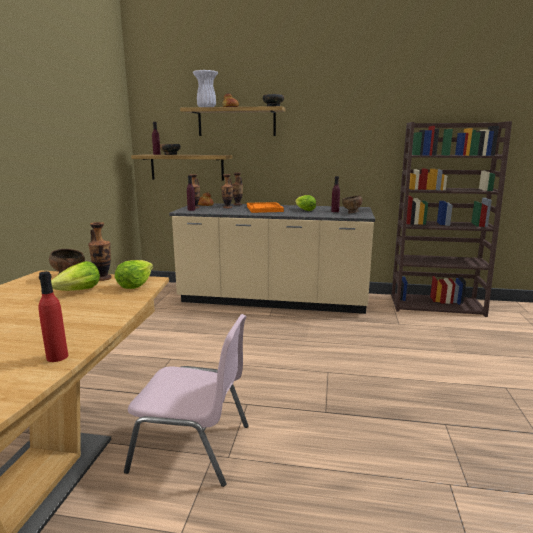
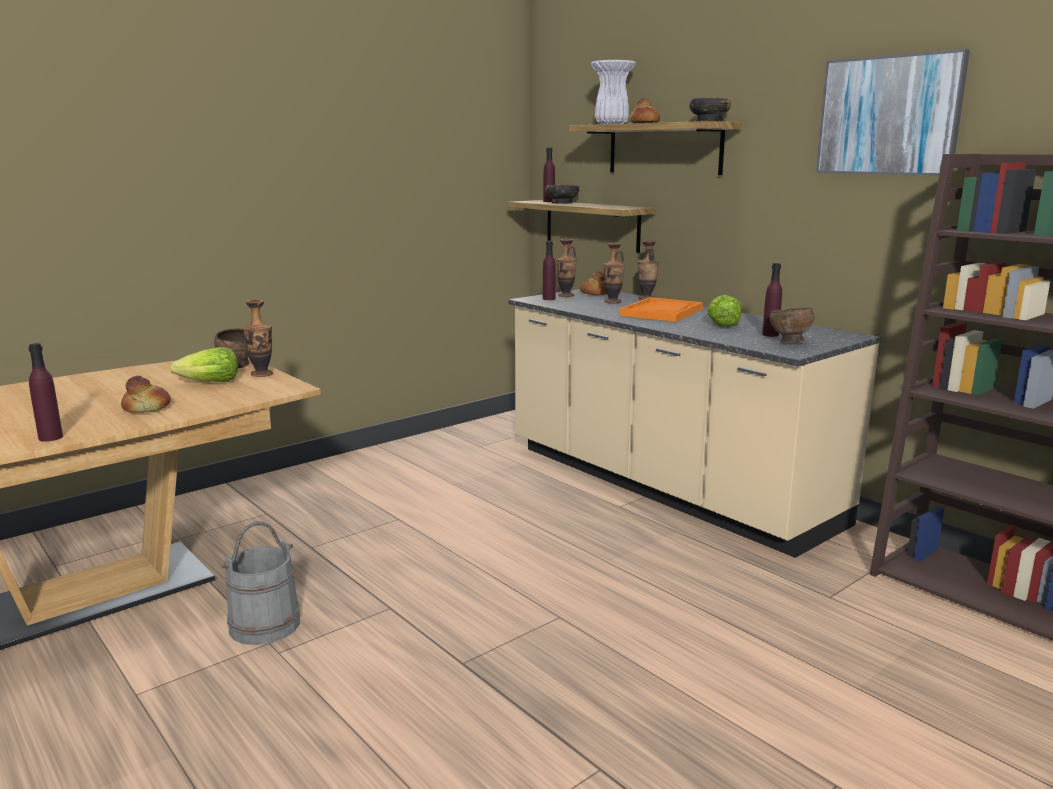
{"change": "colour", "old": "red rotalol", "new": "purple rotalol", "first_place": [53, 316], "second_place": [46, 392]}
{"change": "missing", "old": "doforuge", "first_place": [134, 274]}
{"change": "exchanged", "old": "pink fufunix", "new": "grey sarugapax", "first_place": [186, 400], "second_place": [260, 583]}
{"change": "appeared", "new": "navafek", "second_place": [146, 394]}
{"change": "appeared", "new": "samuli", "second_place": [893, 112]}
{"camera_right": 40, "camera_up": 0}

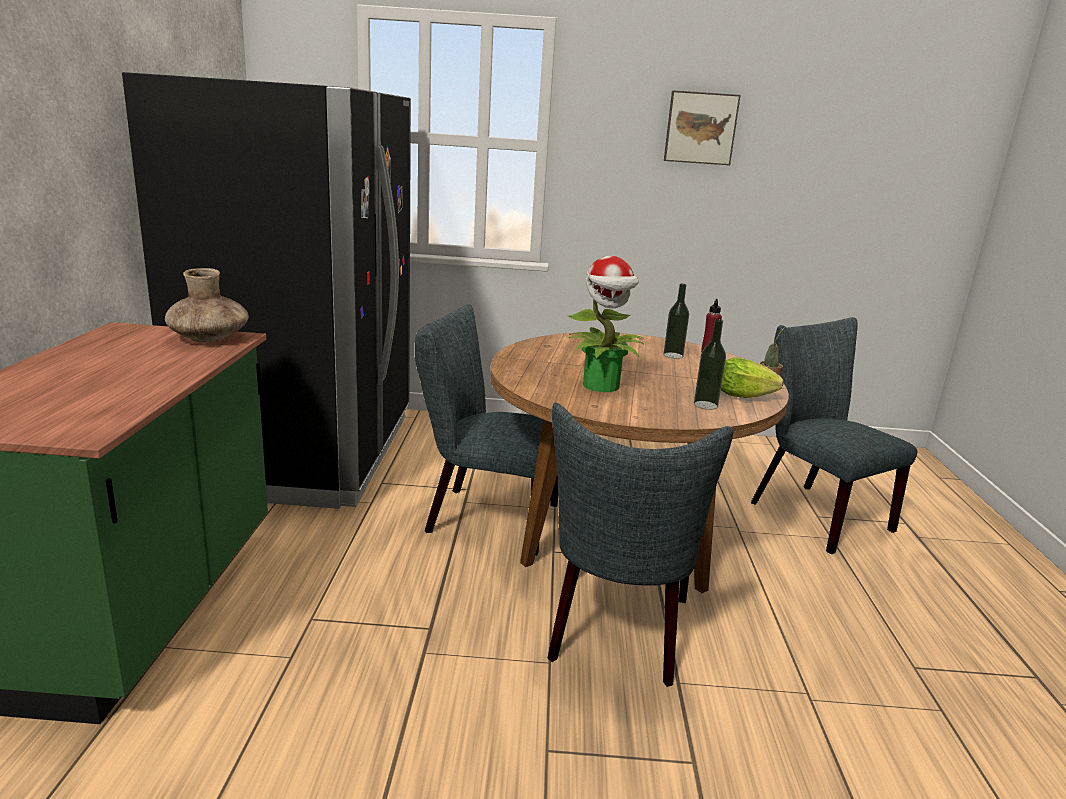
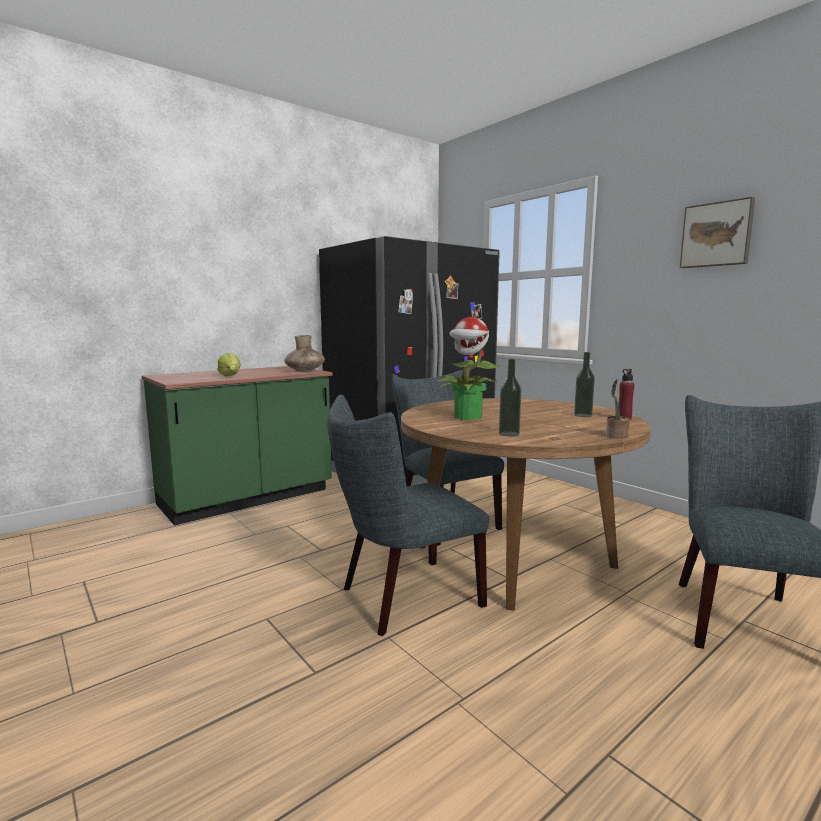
{"change": "relocated", "old": "doforuge", "first_place": [752, 377], "second_place": [229, 364]}
{"camera_right": 50, "camera_up": -10}

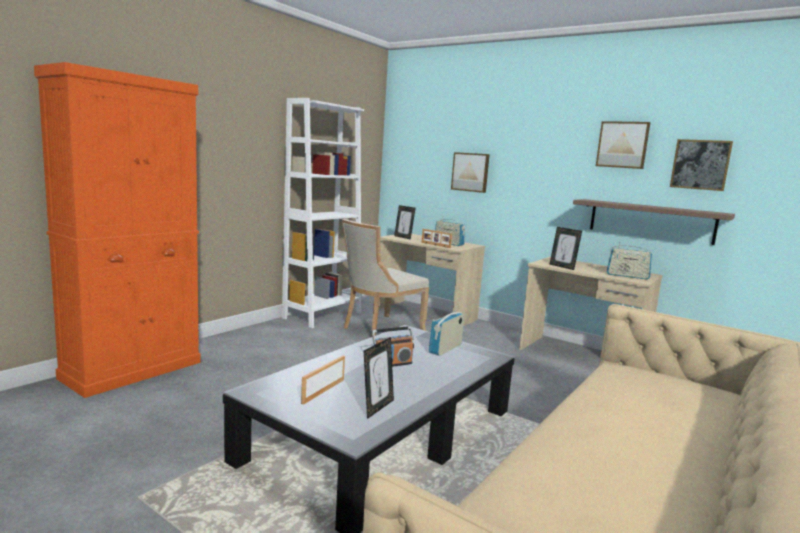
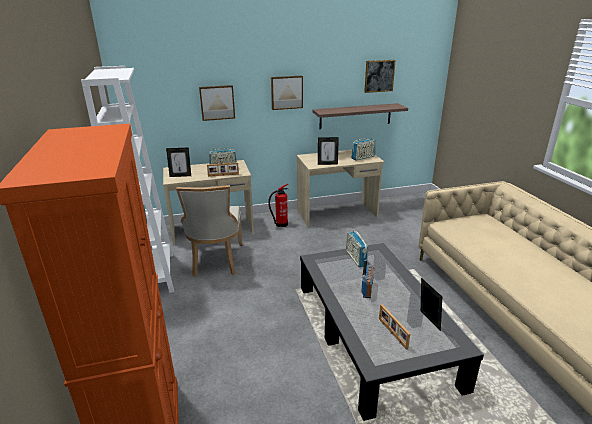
{"change": "relocated", "old": "samuli", "first_place": [623, 145], "second_place": [287, 93]}
{"change": "appeared", "new": "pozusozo", "second_place": [278, 205]}
{"camera_right": -50, "camera_up": 15}

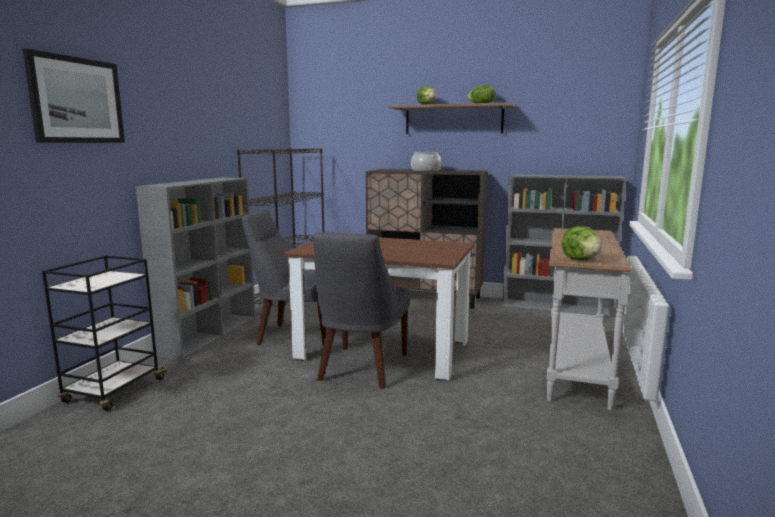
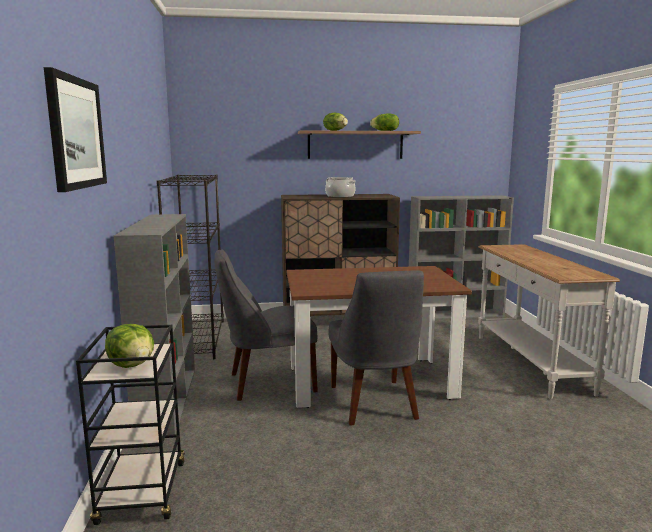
{"change": "relocated", "old": "doforuge", "first_place": [581, 243], "second_place": [129, 346]}
{"camera_right": -25, "camera_up": 0}

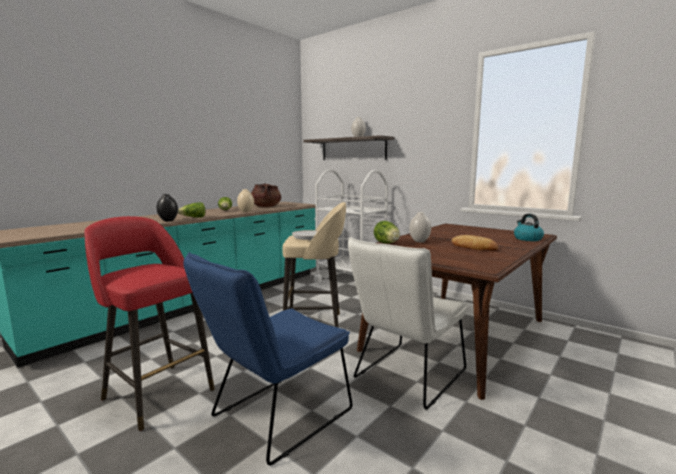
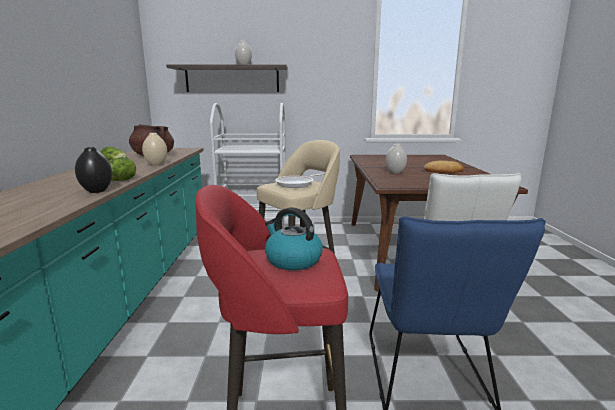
{"change": "missing", "old": "doforuge", "first_place": [387, 232]}
{"change": "relocated", "old": "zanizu", "first_place": [529, 227], "second_place": [294, 238]}
{"camera_right": -40, "camera_up": 5}

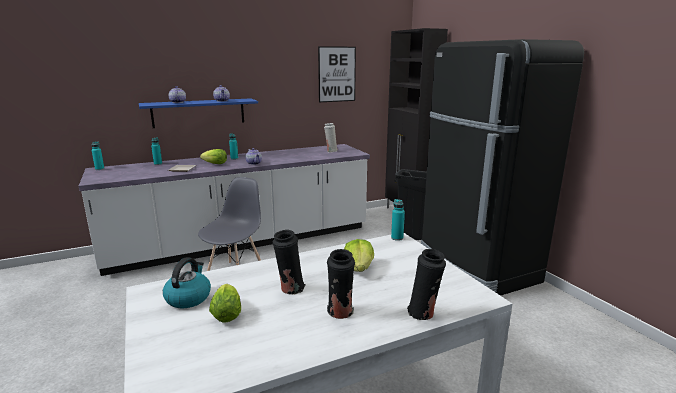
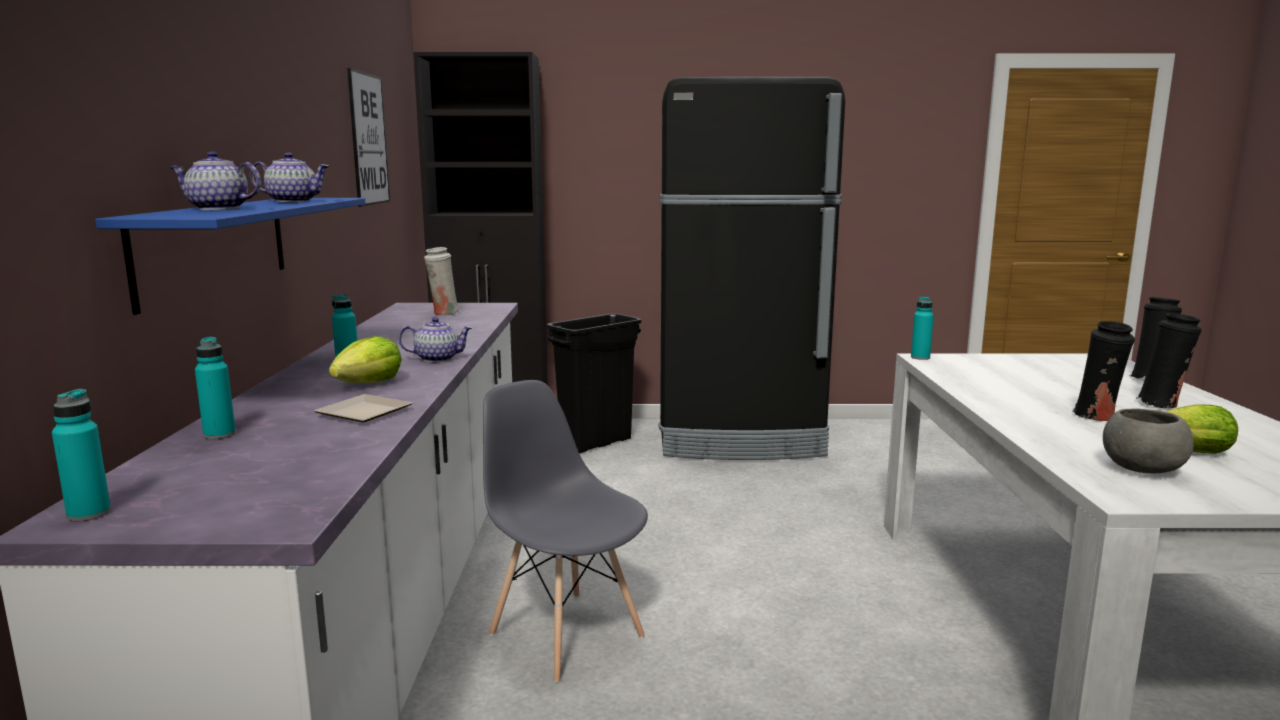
{"change": "exchanged", "old": "zanizu", "new": "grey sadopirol", "first_place": [187, 282], "second_place": [1148, 440]}
{"change": "missing", "old": "doforuge", "first_place": [359, 255]}
{"camera_right": -65, "camera_up": -5}

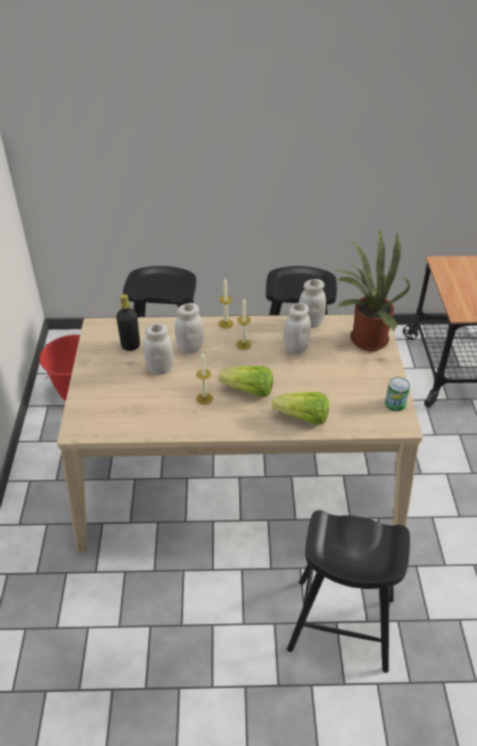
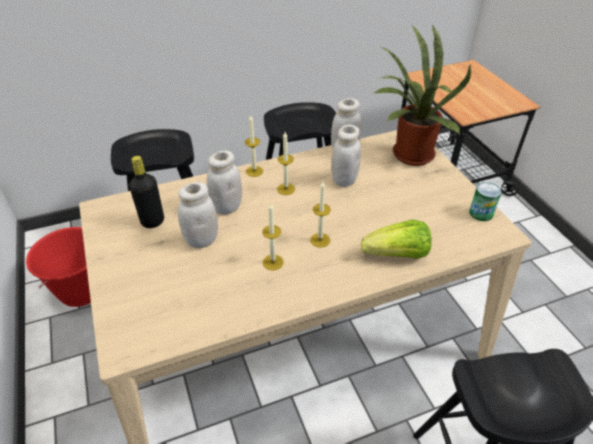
{"change": "exchanged", "old": "doforuge", "new": "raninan", "first_place": [245, 381], "second_place": [320, 215]}
{"camera_right": -20, "camera_up": 0}

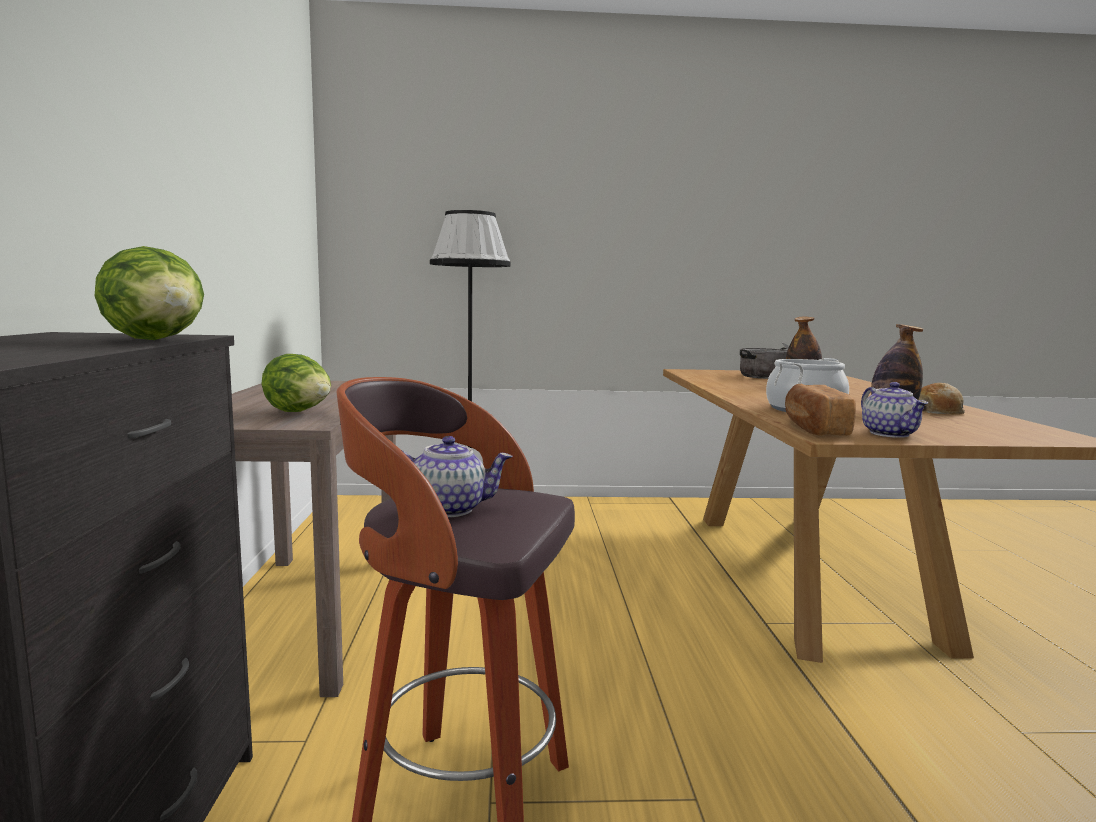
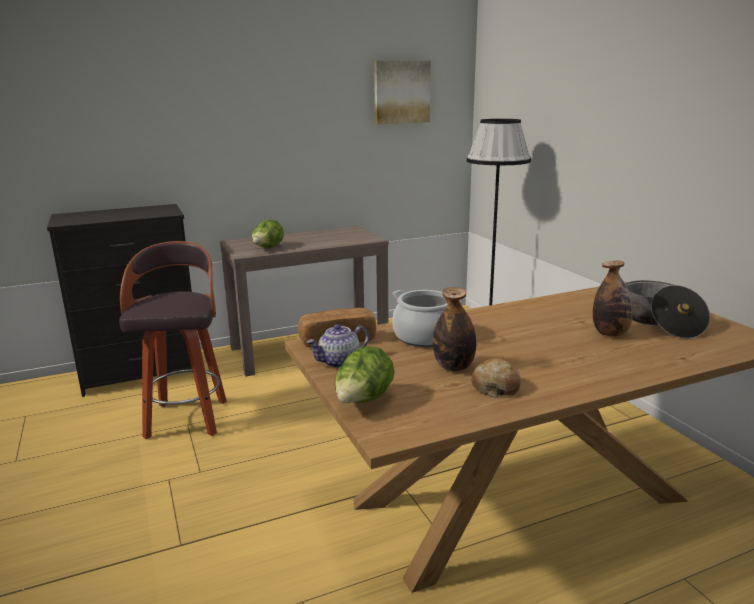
{"change": "relocated", "old": "doforuge", "first_place": [149, 293], "second_place": [365, 374]}
{"change": "missing", "old": "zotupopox", "first_place": [456, 476]}
{"change": "appeared", "new": "samuli", "second_place": [402, 92]}
{"camera_right": 70, "camera_up": 10}

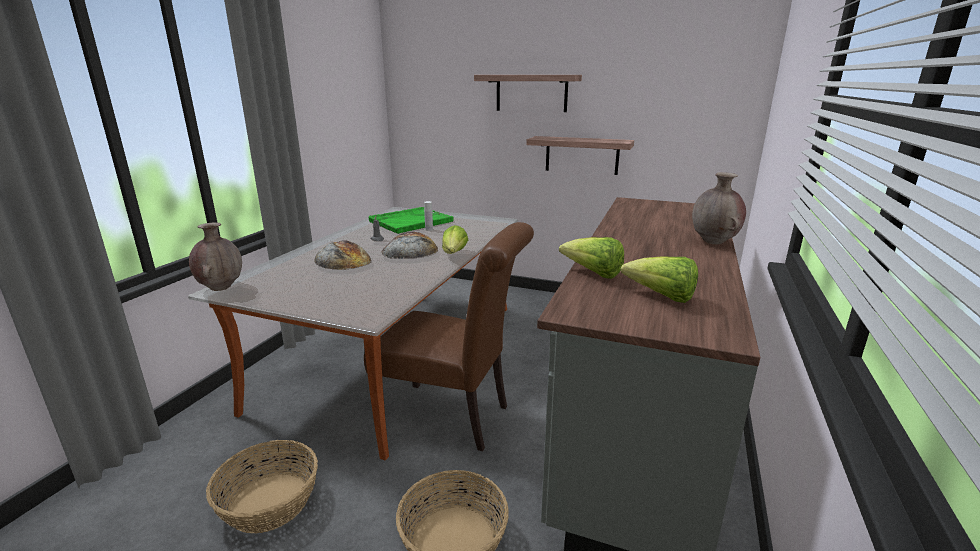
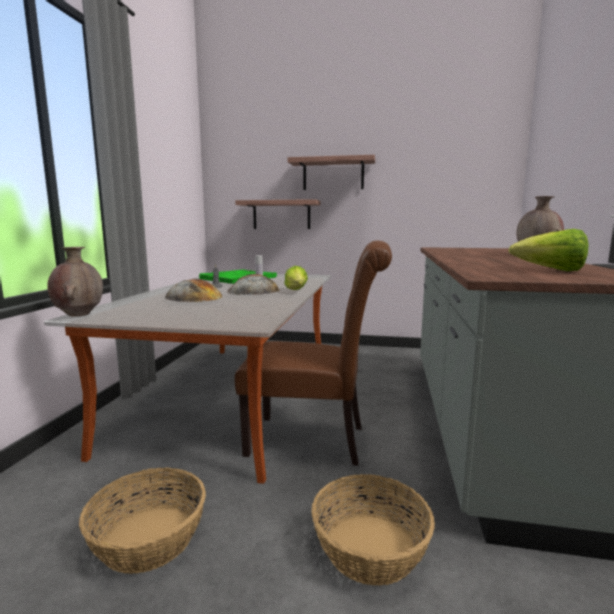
{"change": "relocated", "old": "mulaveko", "first_place": [580, 155], "second_place": [278, 214]}
{"change": "missing", "old": "doforuge", "first_place": [591, 258]}
{"camera_right": -10, "camera_up": -10}

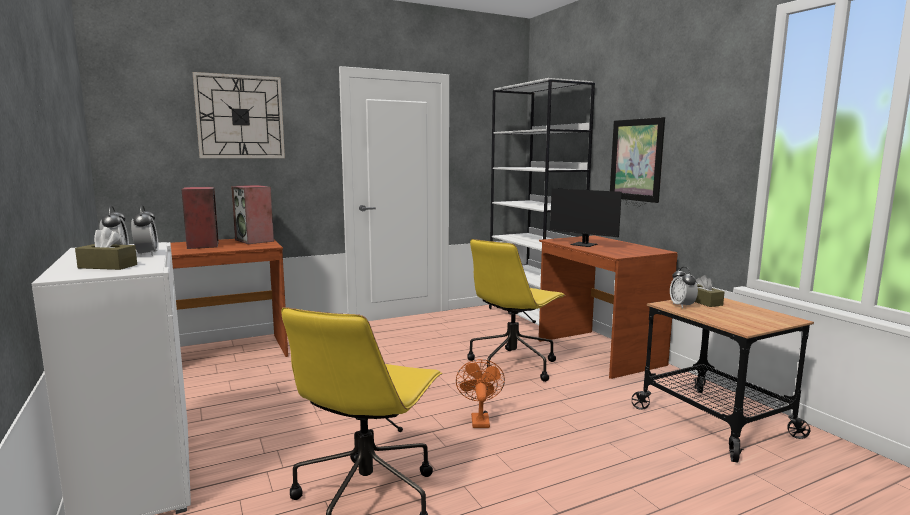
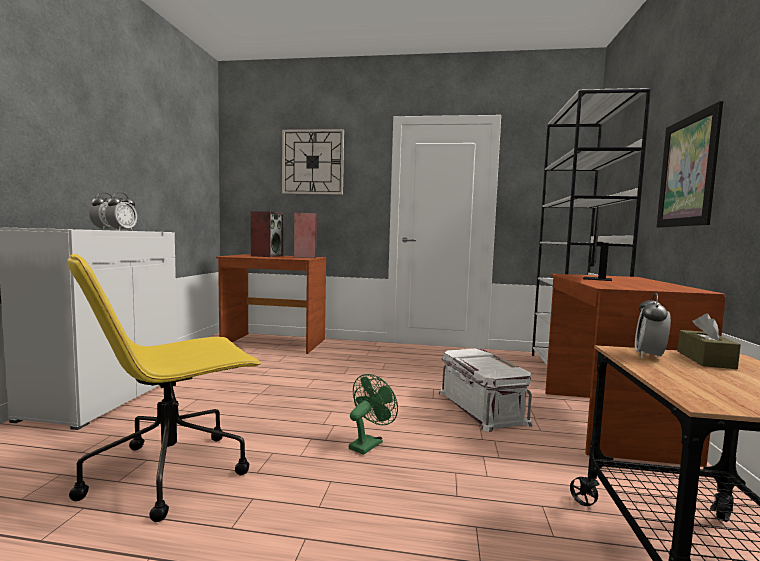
{"change": "missing", "old": "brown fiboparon", "first_place": [106, 248]}
{"change": "colour", "old": "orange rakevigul", "new": "green rakevigul", "first_place": [480, 393], "second_place": [373, 414]}
{"change": "exchanged", "old": "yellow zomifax", "new": "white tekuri", "first_place": [516, 310], "second_place": [486, 390]}
{"change": "spun", "old": "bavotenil", "first_place": [597, 217], "second_place": [597, 243], "degrees": 45}
{"camera_right": 35, "camera_up": -5}

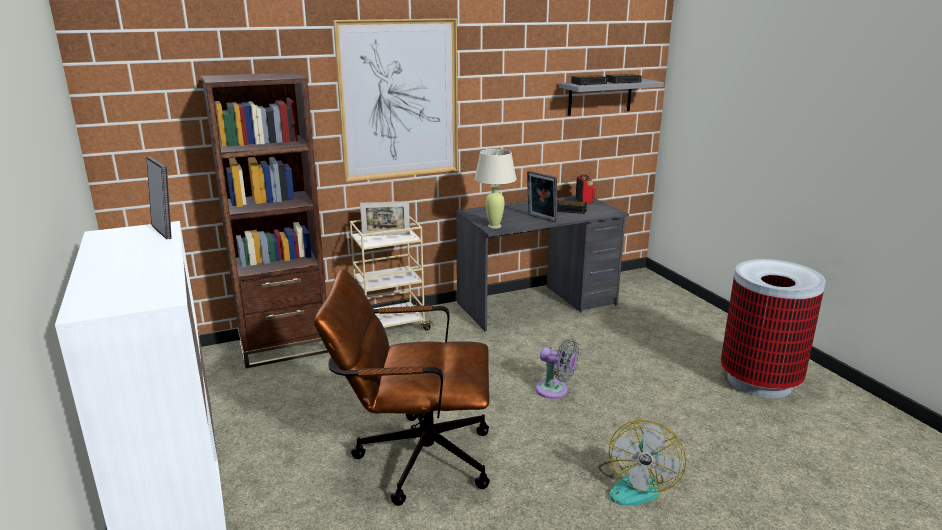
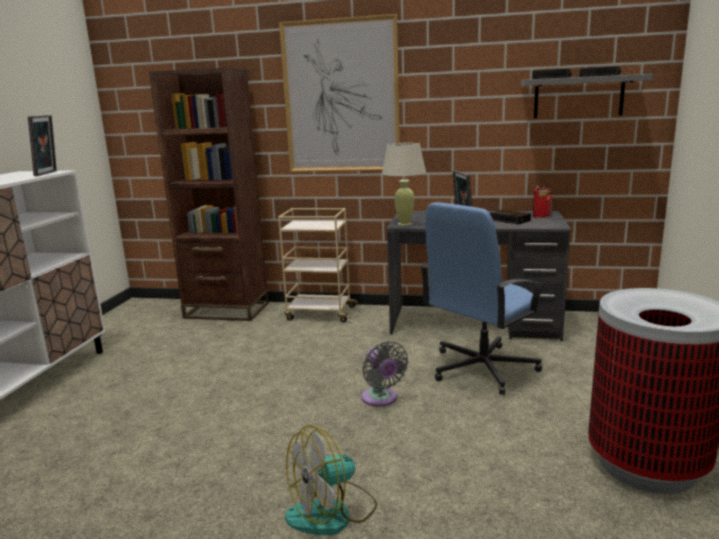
{"change": "missing", "old": "brown zomifax", "first_place": [402, 387]}
{"change": "missing", "old": "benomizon", "first_place": [385, 218]}
{"change": "appeared", "new": "blue zomifax", "second_place": [483, 298]}
{"camera_right": 35, "camera_up": -5}

